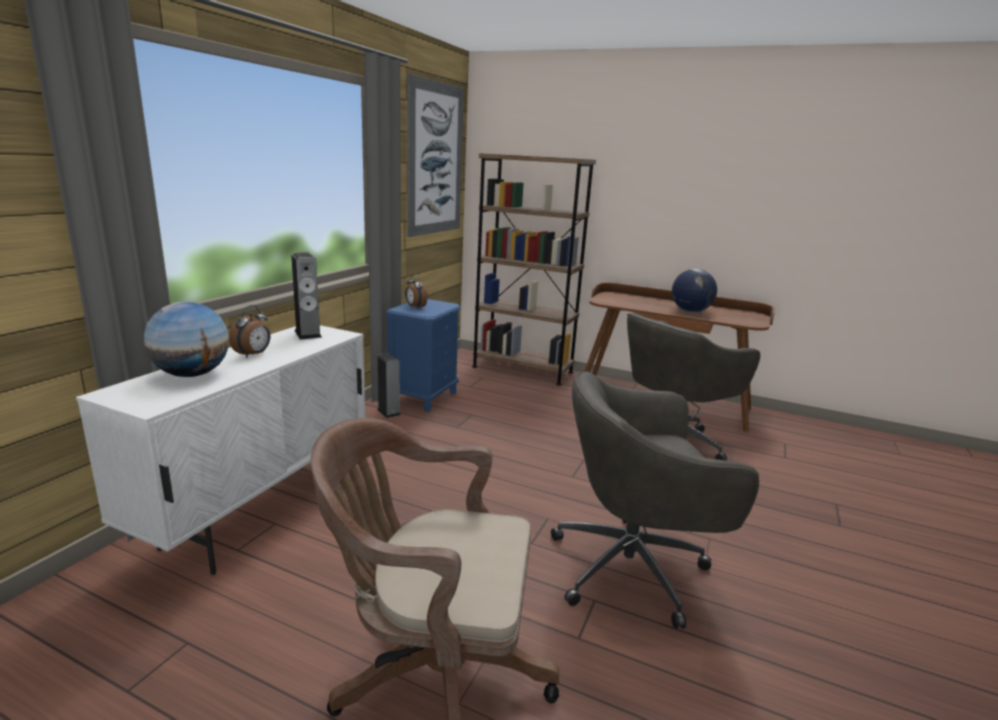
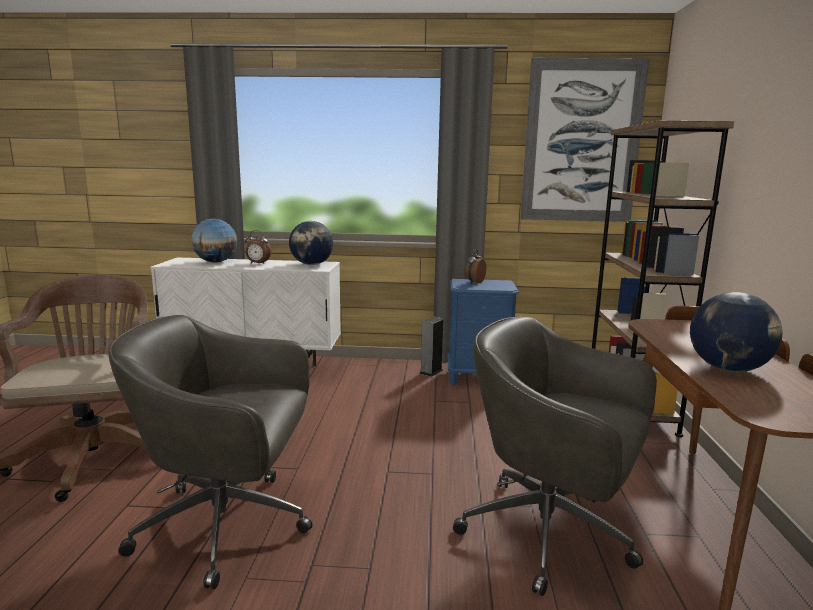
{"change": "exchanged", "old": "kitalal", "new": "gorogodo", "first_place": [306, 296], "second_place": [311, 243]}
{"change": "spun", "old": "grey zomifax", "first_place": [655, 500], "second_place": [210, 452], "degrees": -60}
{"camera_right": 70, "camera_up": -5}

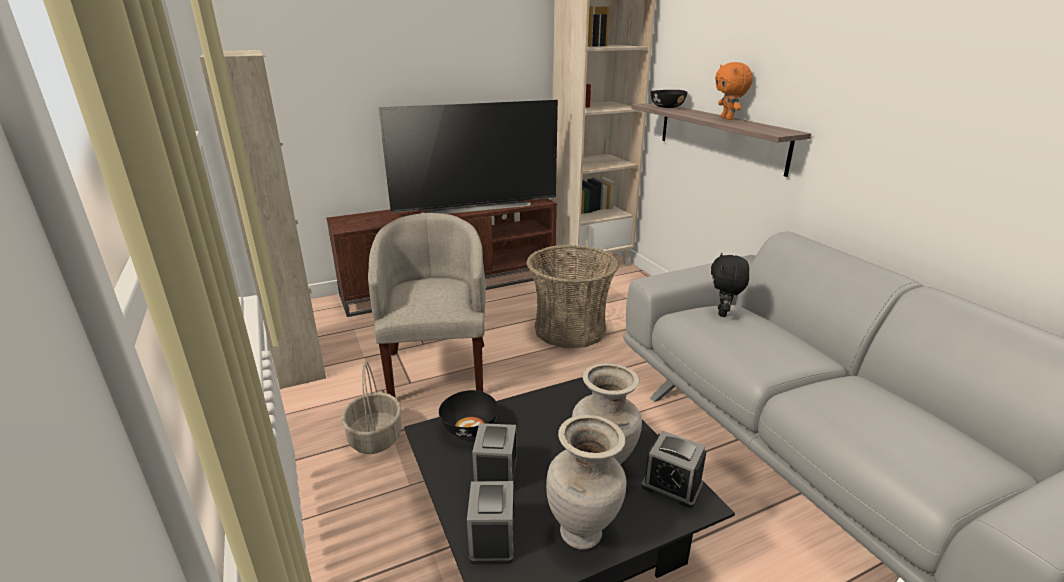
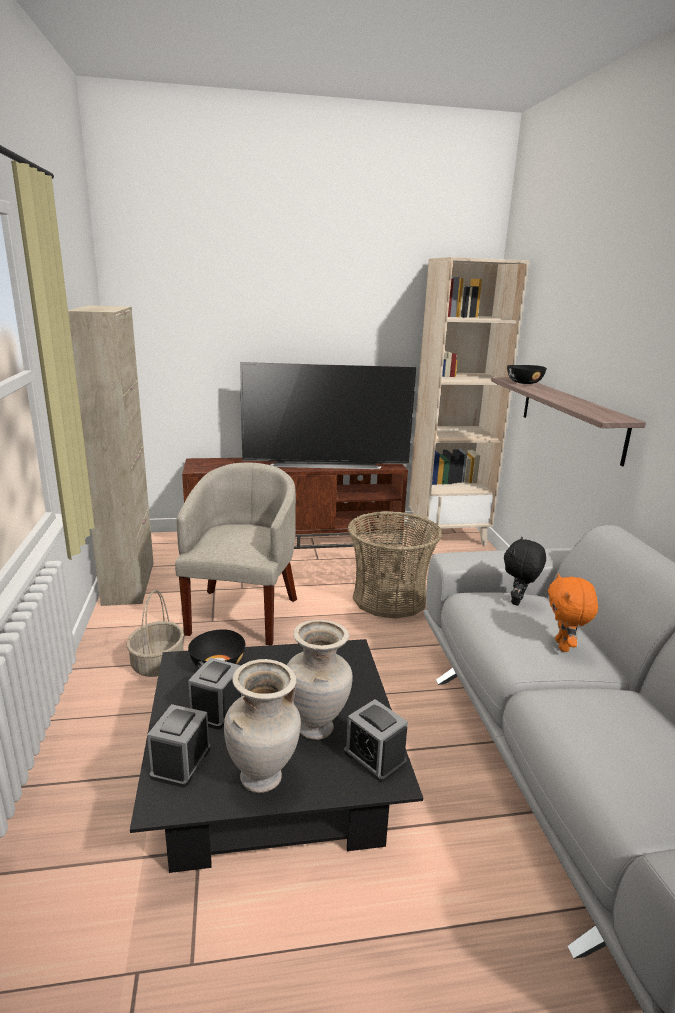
{"change": "relocated", "old": "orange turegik", "first_place": [734, 91], "second_place": [573, 612]}
{"camera_right": 15, "camera_up": -5}

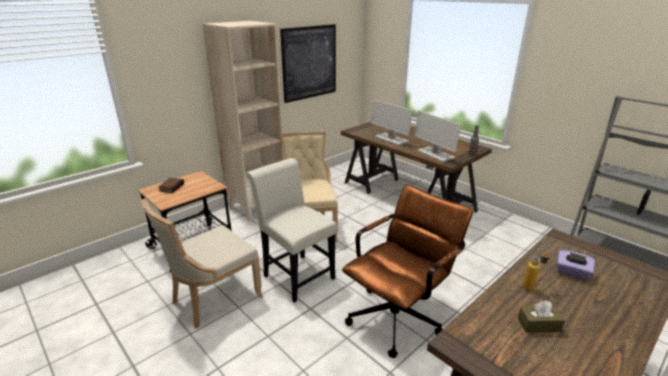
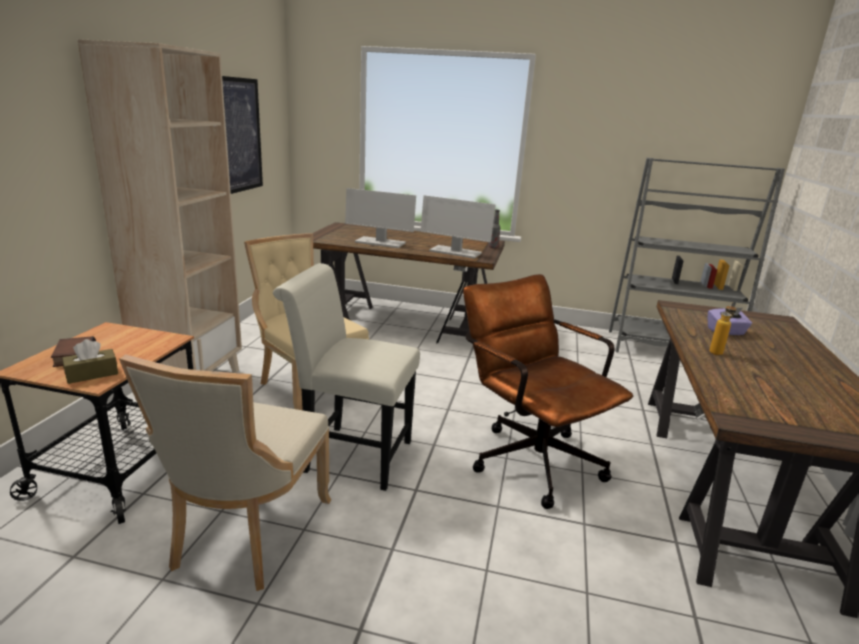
{"change": "spun", "old": "brown zomifax", "first_place": [407, 271], "second_place": [548, 391], "degrees": -45}
{"change": "relocated", "old": "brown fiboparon", "first_place": [541, 317], "second_place": [90, 361]}
{"camera_right": -35, "camera_up": -5}

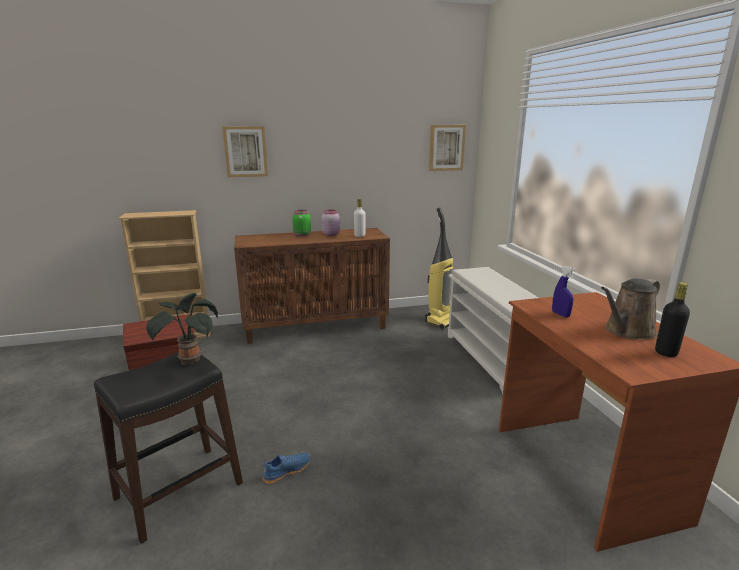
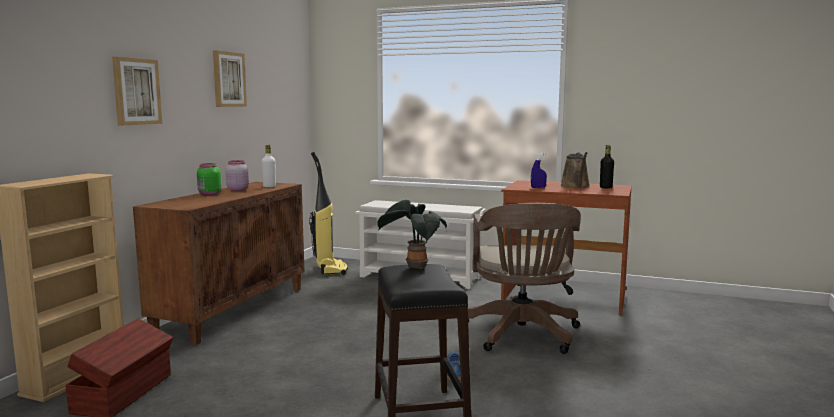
{"change": "relocated", "old": "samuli", "first_place": [447, 148], "second_place": [230, 79]}
{"change": "appeared", "new": "brown zomifax", "second_place": [524, 278]}
{"camera_right": -55, "camera_up": -10}

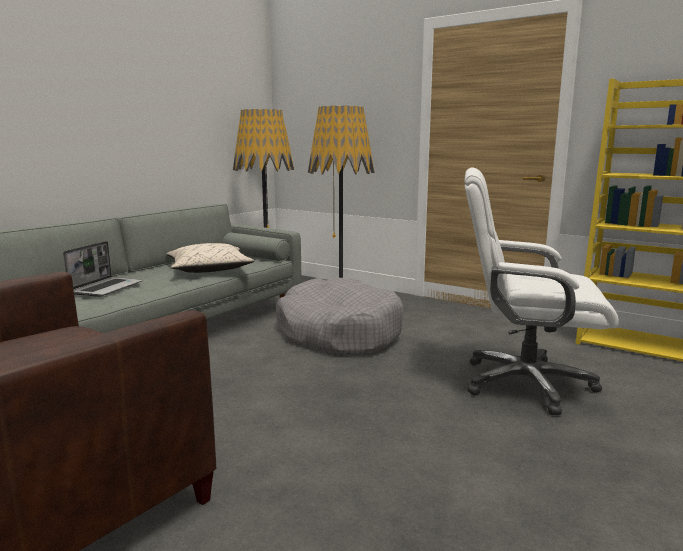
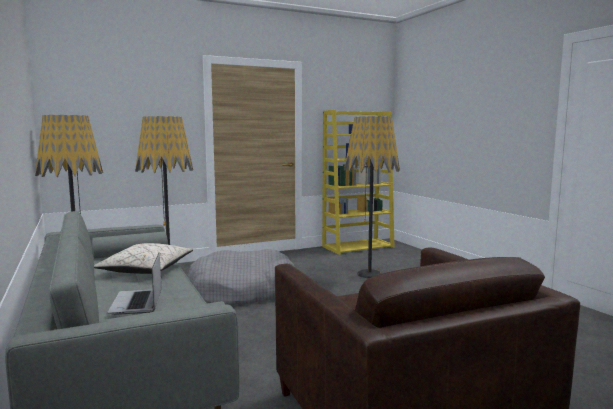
{"change": "spun", "old": "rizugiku", "first_place": [103, 269], "second_place": [134, 284], "degrees": -150}
{"change": "exchanged", "old": "white zomifax", "new": "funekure", "first_place": [542, 291], "second_place": [372, 197]}
{"camera_right": -60, "camera_up": -5}

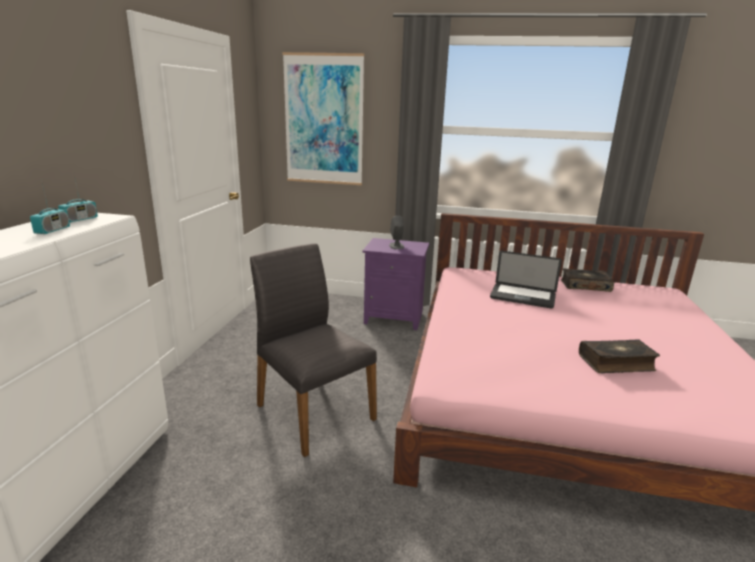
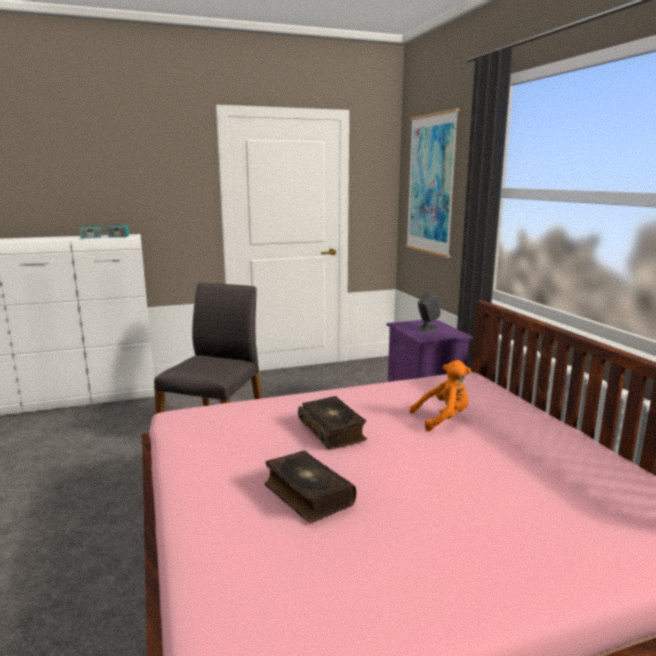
{"change": "exchanged", "old": "rizugiku", "new": "orange turegik", "first_place": [526, 279], "second_place": [440, 395]}
{"change": "relocated", "old": "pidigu", "first_place": [587, 280], "second_place": [332, 423]}
{"camera_right": 60, "camera_up": -5}

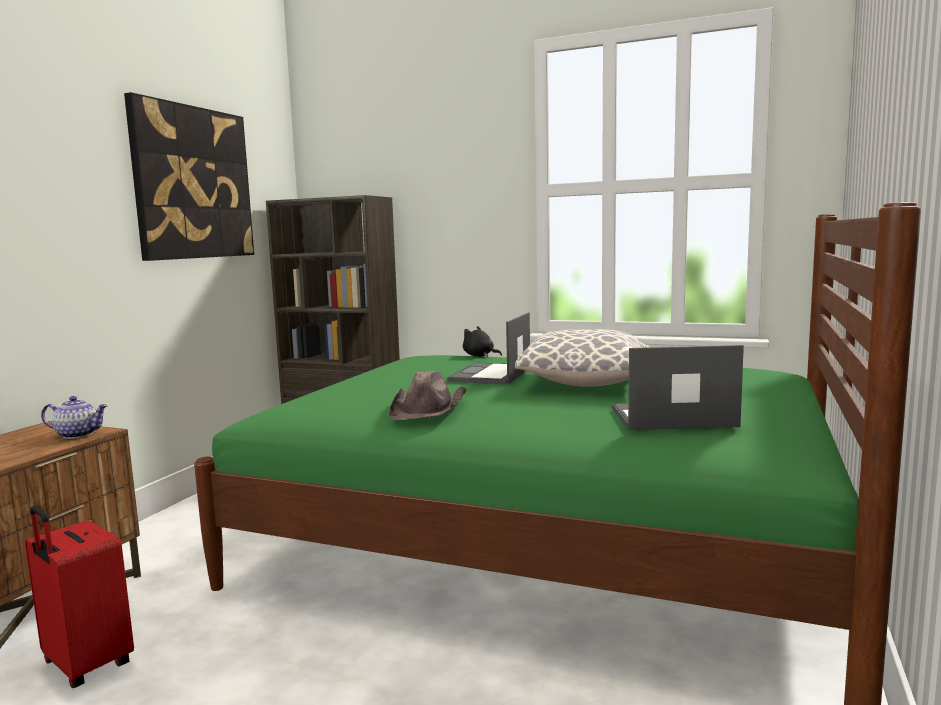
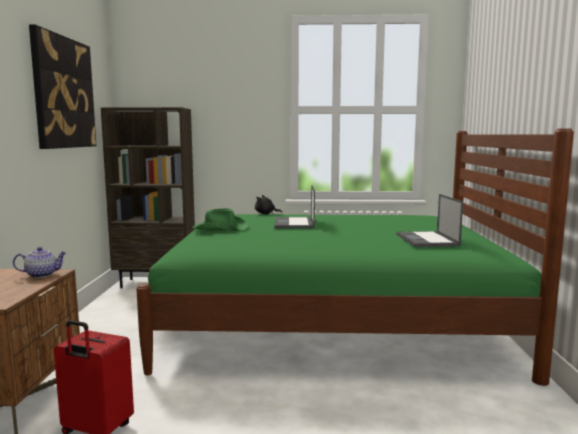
{"change": "missing", "old": "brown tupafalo", "first_place": [427, 395]}
{"change": "missing", "old": "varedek", "first_place": [582, 358]}
{"change": "spun", "old": "rizugiku", "first_place": [678, 387], "second_place": [429, 220], "degrees": -75}
{"change": "appeared", "new": "green tupafalo", "second_place": [221, 220]}
{"camera_right": -20, "camera_up": 0}

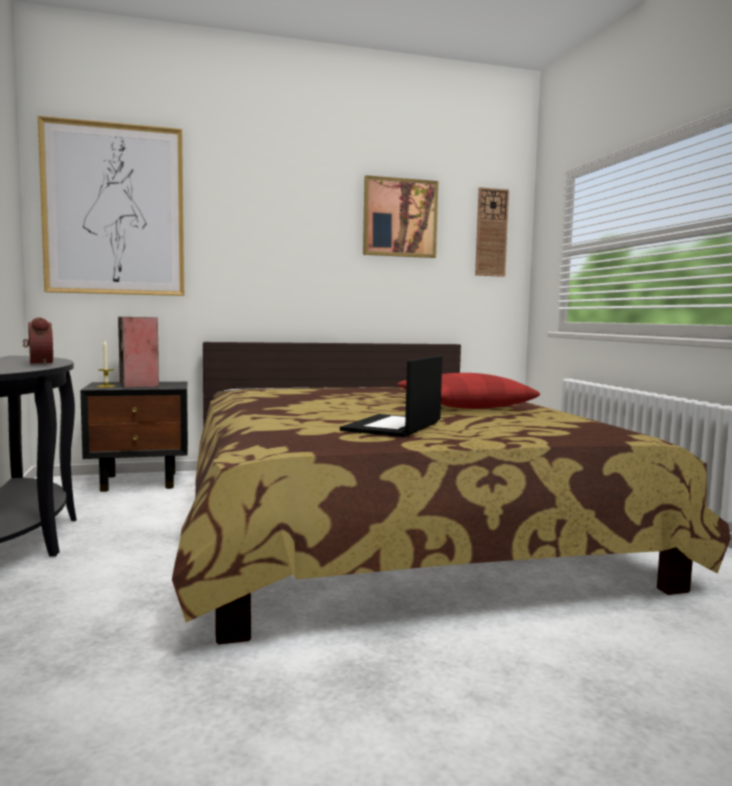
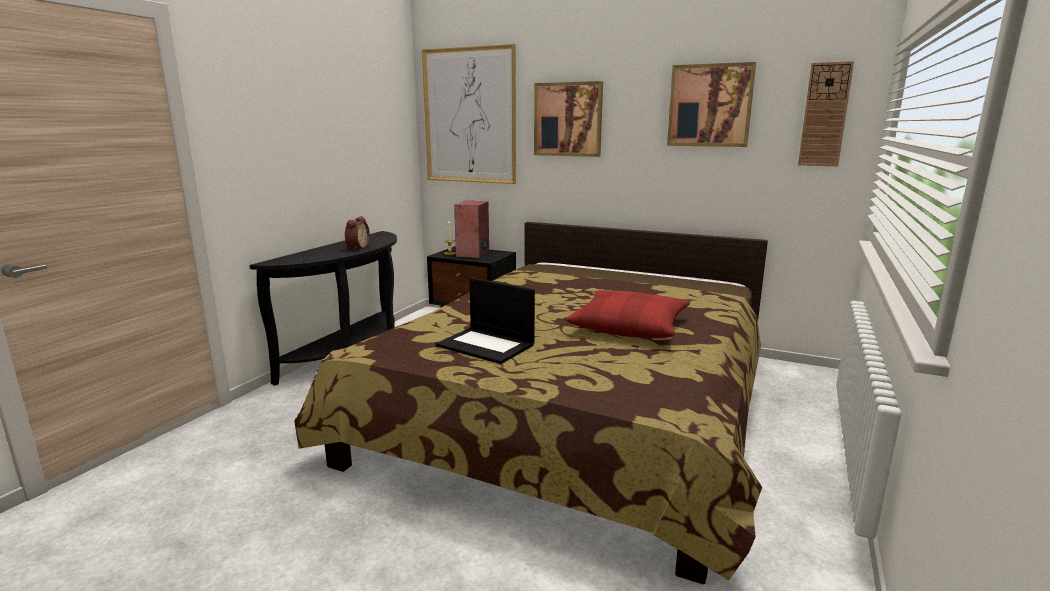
{"change": "spun", "old": "rizugiku", "first_place": [391, 396], "second_place": [485, 320], "degrees": -120}
{"change": "appeared", "new": "samuli", "second_place": [568, 119]}
{"camera_right": 40, "camera_up": 10}

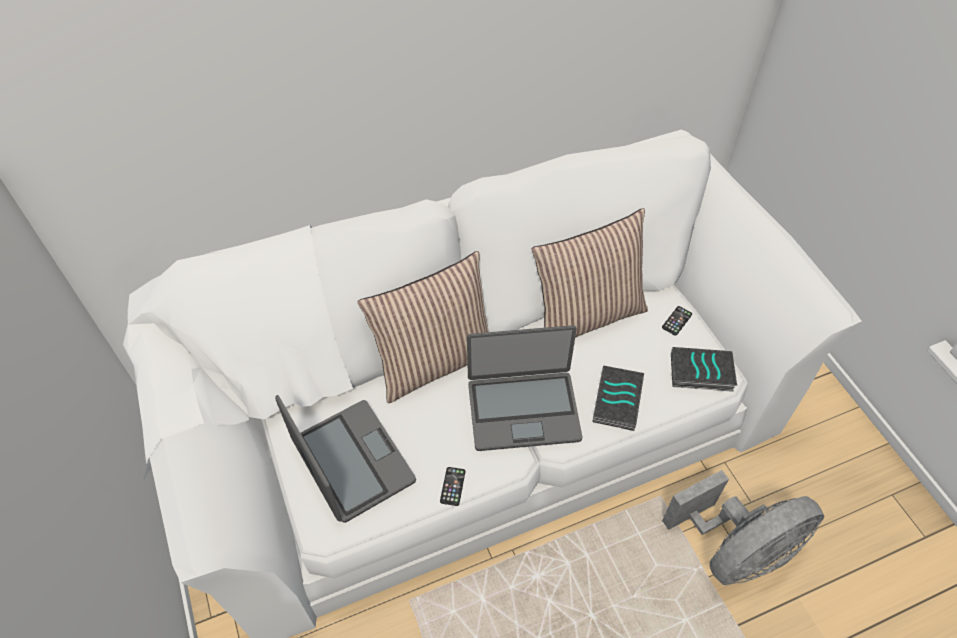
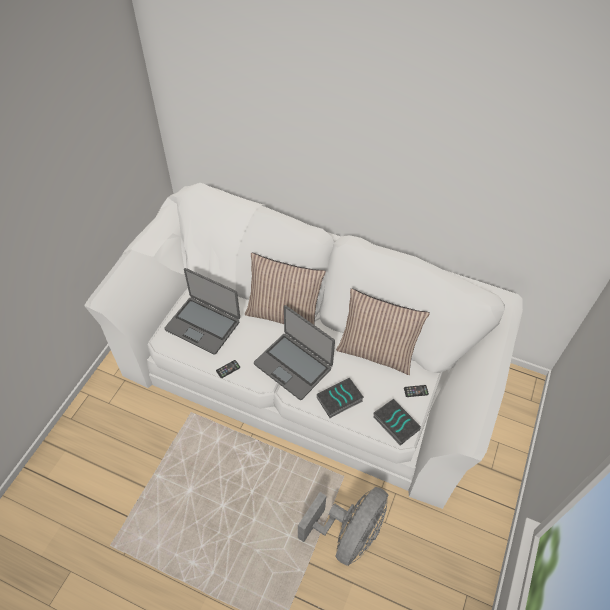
{"change": "spun", "old": "rizugiku", "first_place": [345, 459], "second_place": [202, 311], "degrees": 105}
{"change": "spun", "old": "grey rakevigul", "first_place": [743, 527], "second_place": [343, 526], "degrees": -75}
{"camera_right": 45, "camera_up": 0}

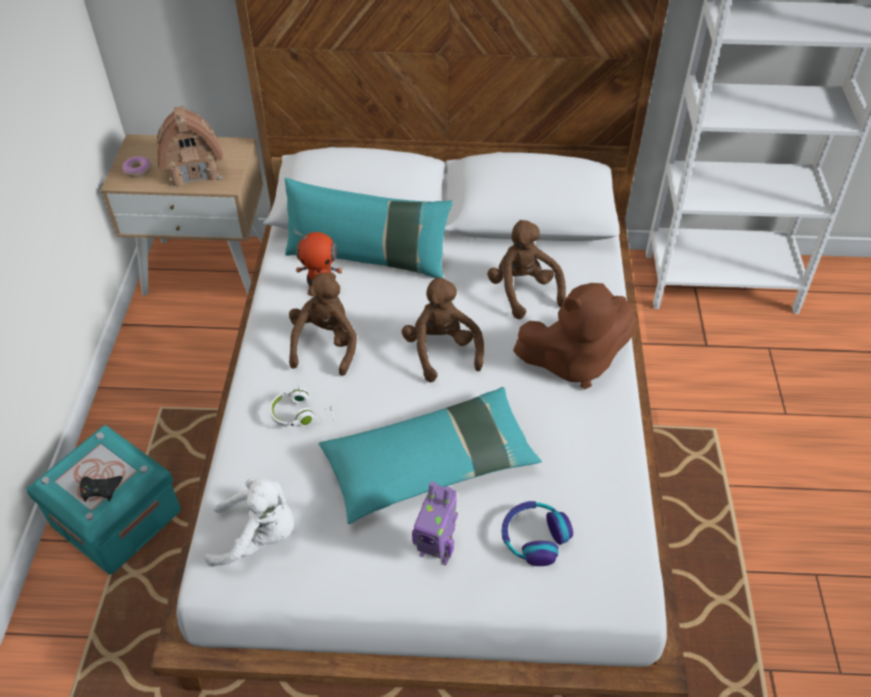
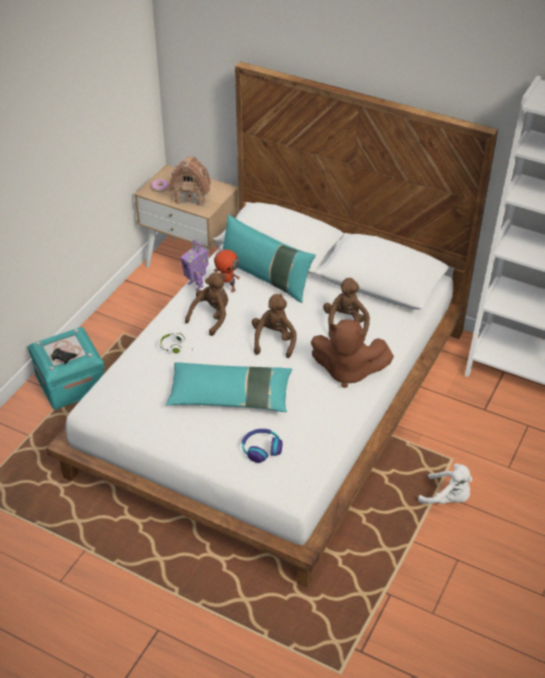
{"change": "relocated", "old": "white turegik", "first_place": [249, 522], "second_place": [445, 483]}
{"change": "relocated", "old": "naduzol", "first_place": [435, 523], "second_place": [194, 264]}
{"camera_right": 25, "camera_up": -5}

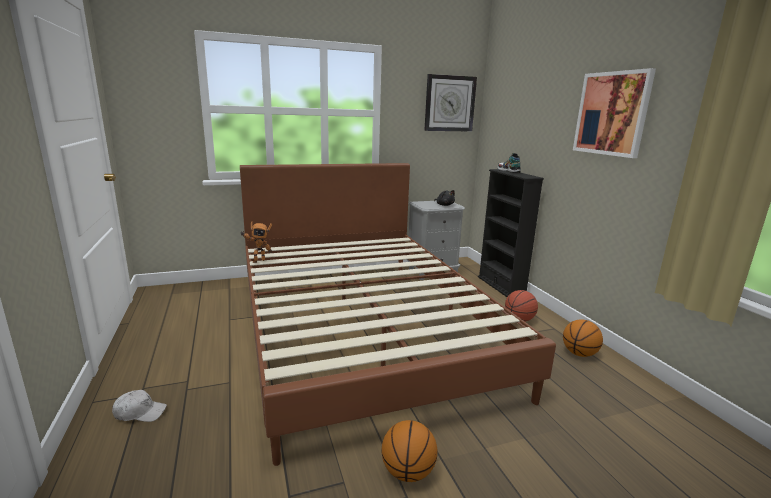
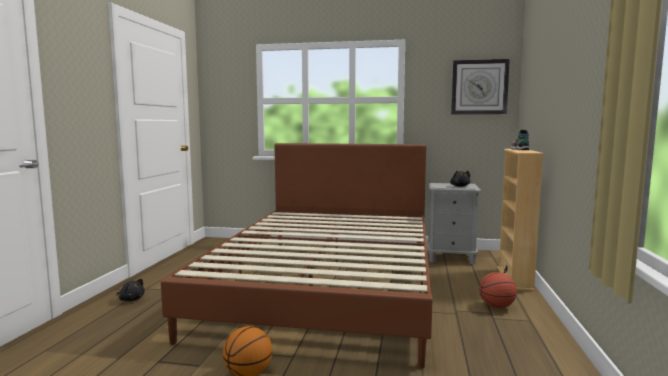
{"change": "exchanged", "old": "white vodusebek", "new": "black turegik", "first_place": [139, 406], "second_place": [131, 290]}
{"change": "missing", "old": "naduzol", "first_place": [256, 242]}
{"change": "colour", "old": "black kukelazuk", "new": "beige kukelazuk", "first_place": [511, 233], "second_place": [521, 220]}
{"change": "missing", "old": "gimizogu", "first_place": [583, 338]}
{"change": "missing", "old": "samuli", "first_place": [614, 113]}
{"camera_right": 30, "camera_up": -10}

